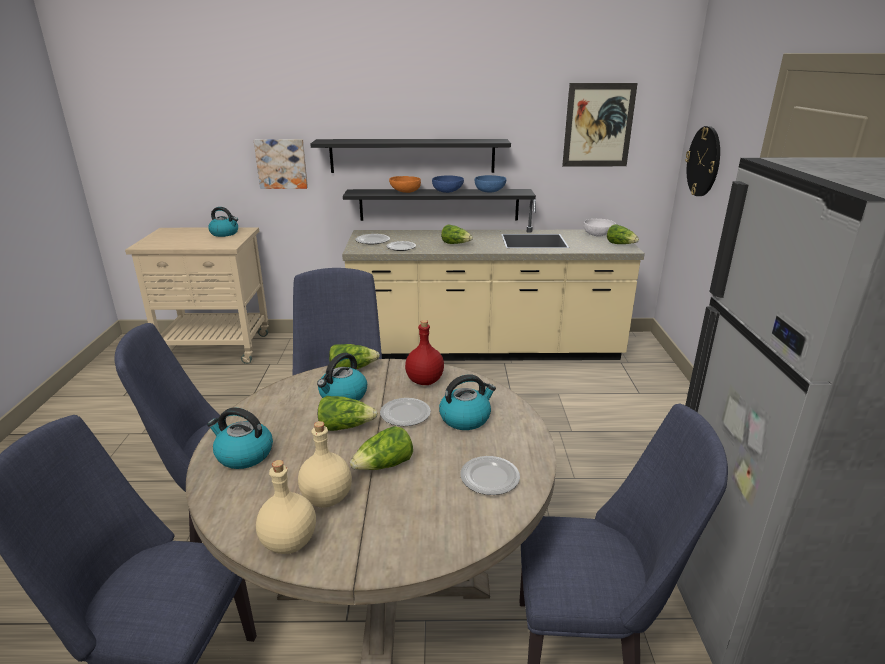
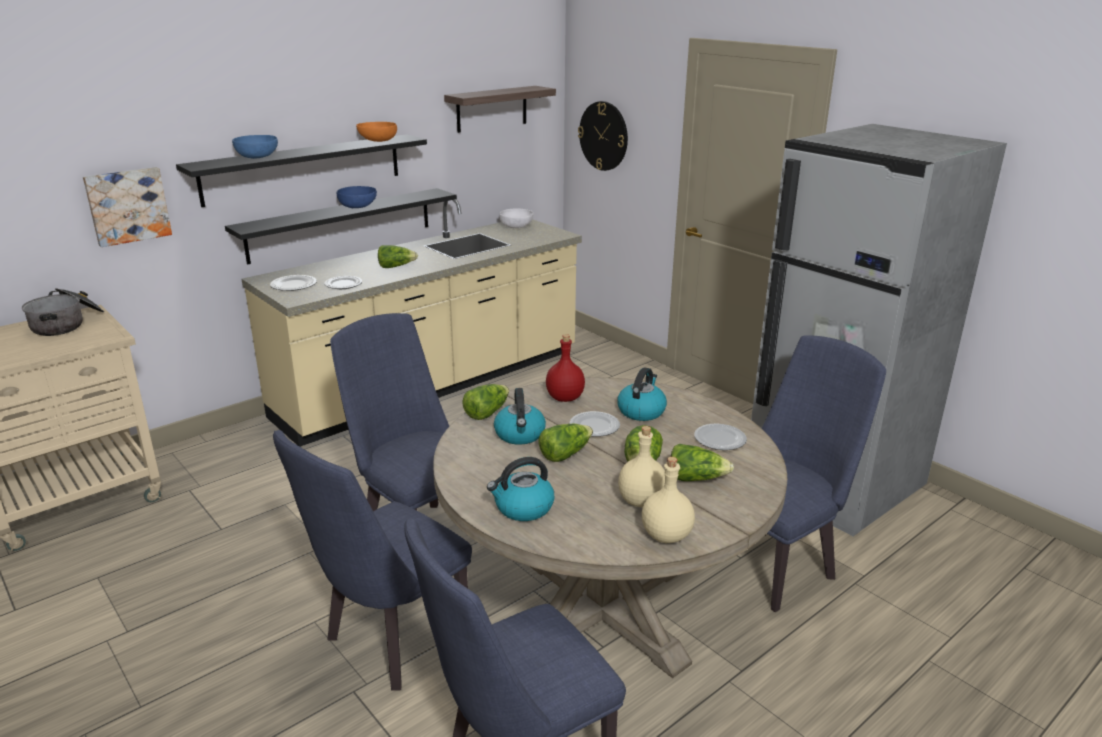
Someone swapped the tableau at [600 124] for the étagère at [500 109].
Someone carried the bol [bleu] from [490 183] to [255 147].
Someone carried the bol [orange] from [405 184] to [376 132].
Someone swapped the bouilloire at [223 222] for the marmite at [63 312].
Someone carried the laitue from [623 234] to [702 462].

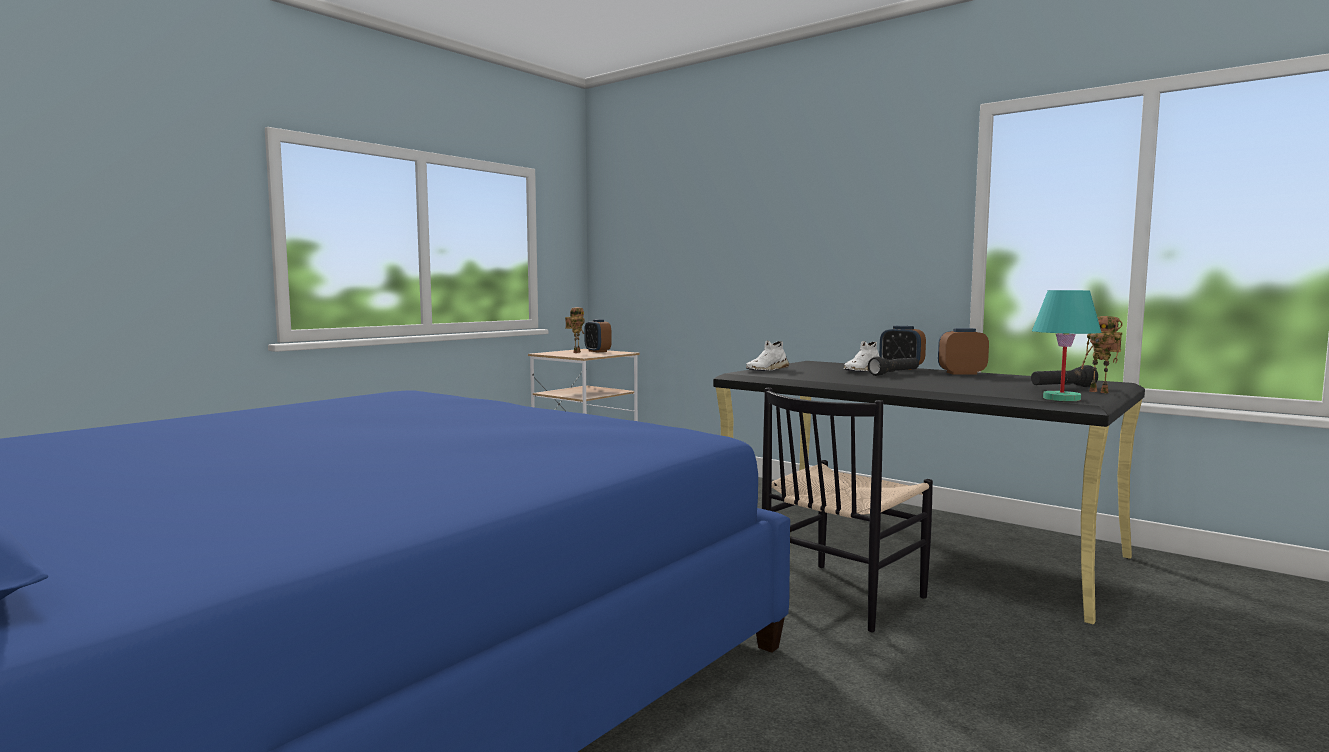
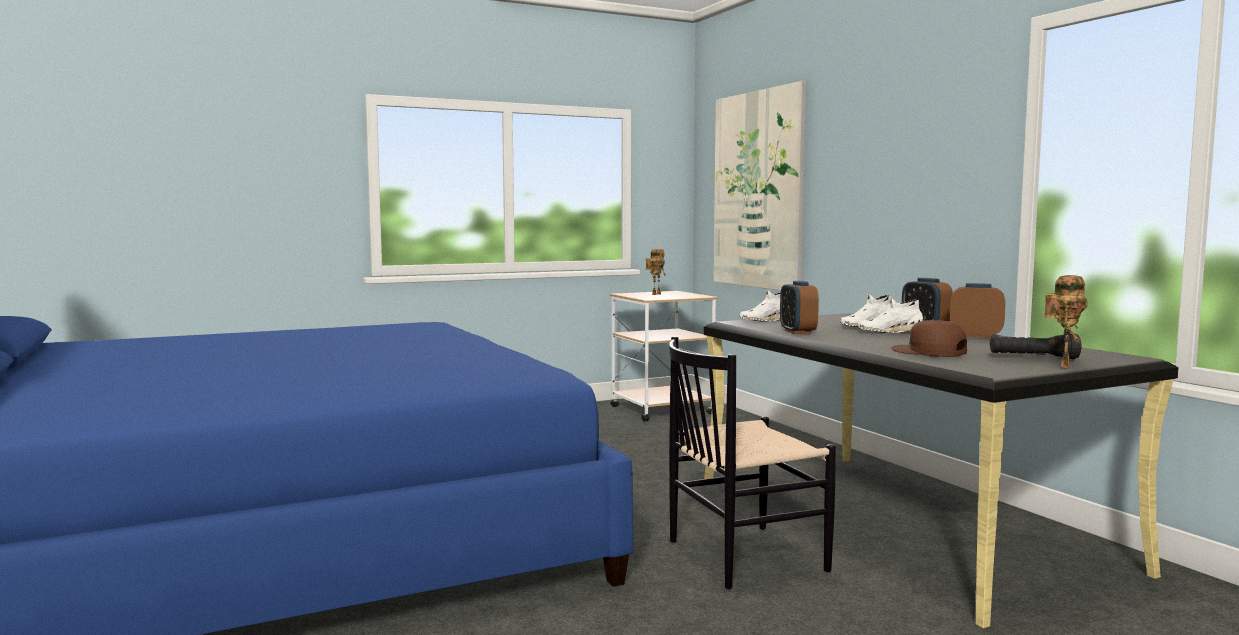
Someone took away the lampe de table [turquoise] at [1067 345].
Someone rotated the robot jouet at [1102 354] by 135 degrees counterclockwise.
Someone carried the réveil from [598 335] to [799 307].
Someone swapped the lampe de poche [noir] at [893 366] for the chaussure [blanc] at [891 315].
Someone put up the tableau at [760 185].
Someone put down the casquette [marron] at [929 338].

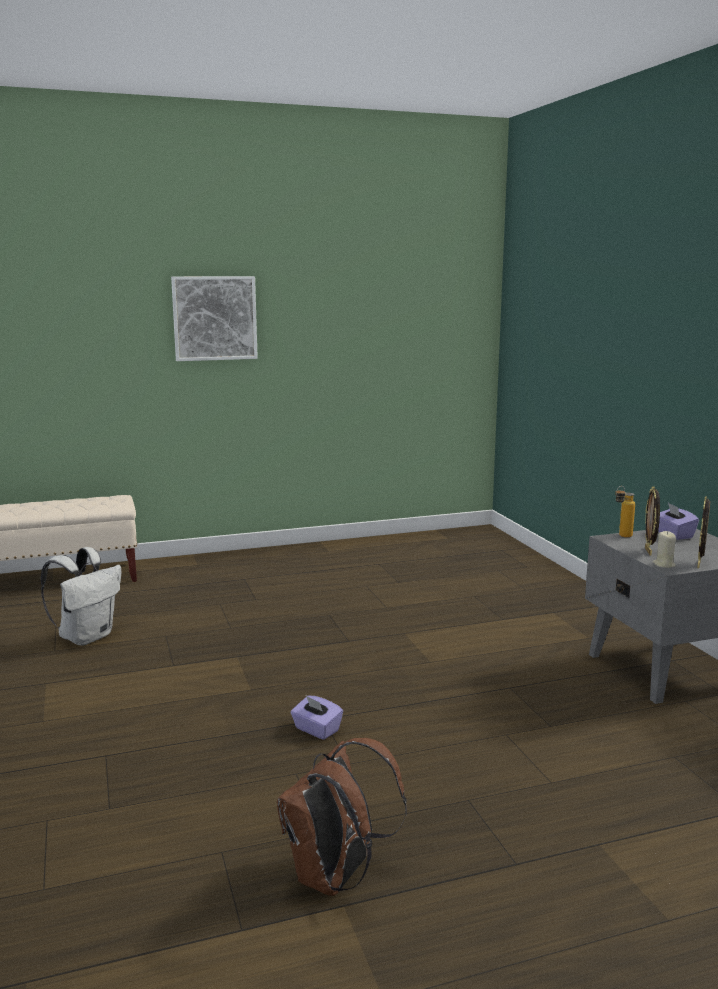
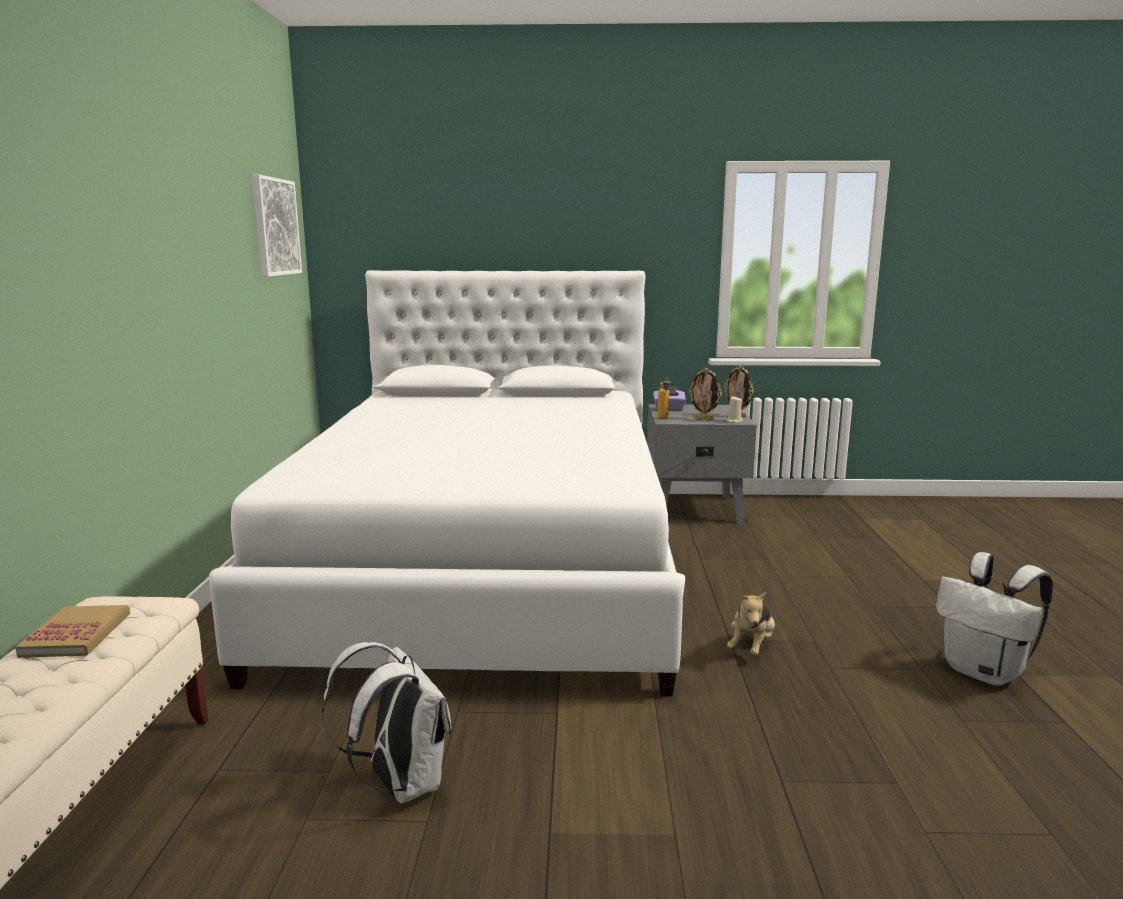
Someone carried the tableau from [214 318] to [277 225].
Someone swapped the boîte à mouchoirs [violet] at [316 718] for the peluche at [751 624].
Someone repainted the sac à dos [marron] at [342 817], which became the sac à dos [blanc] at [994 619].
Someone put down the lit [blanc] at [447 483].
Someone put down the livre at [72 631].

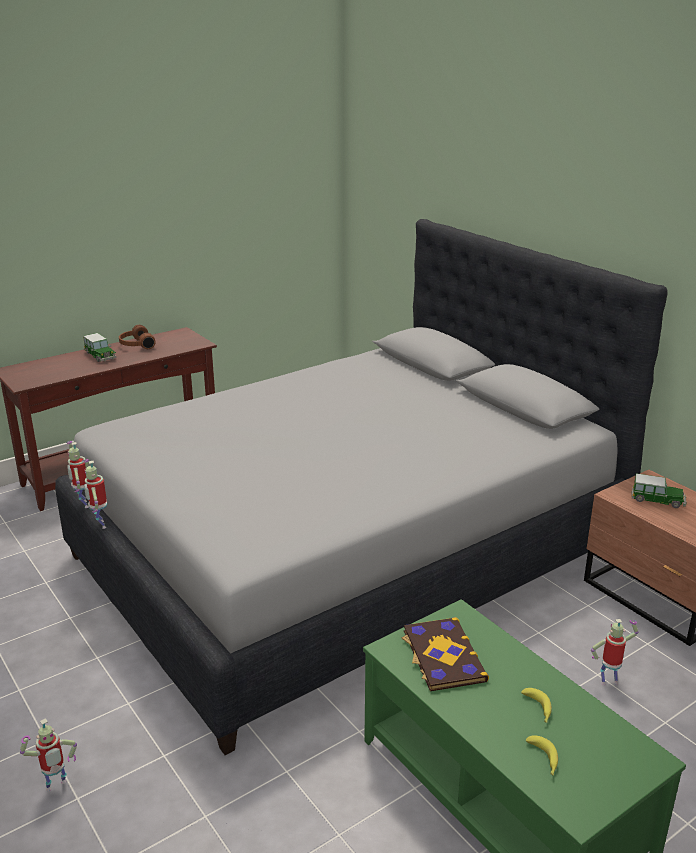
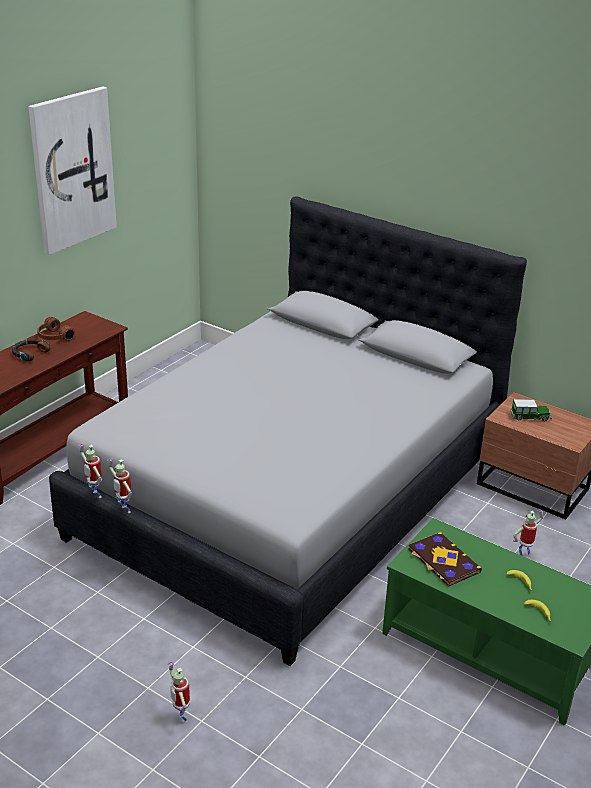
Someone swapped the petite voiture at [100 347] for the casque audio at [31 350].
Someone rotated the robot jouet at [48 754] by 120 degrees clockwise.
Someone put up the tableau at [72 170].

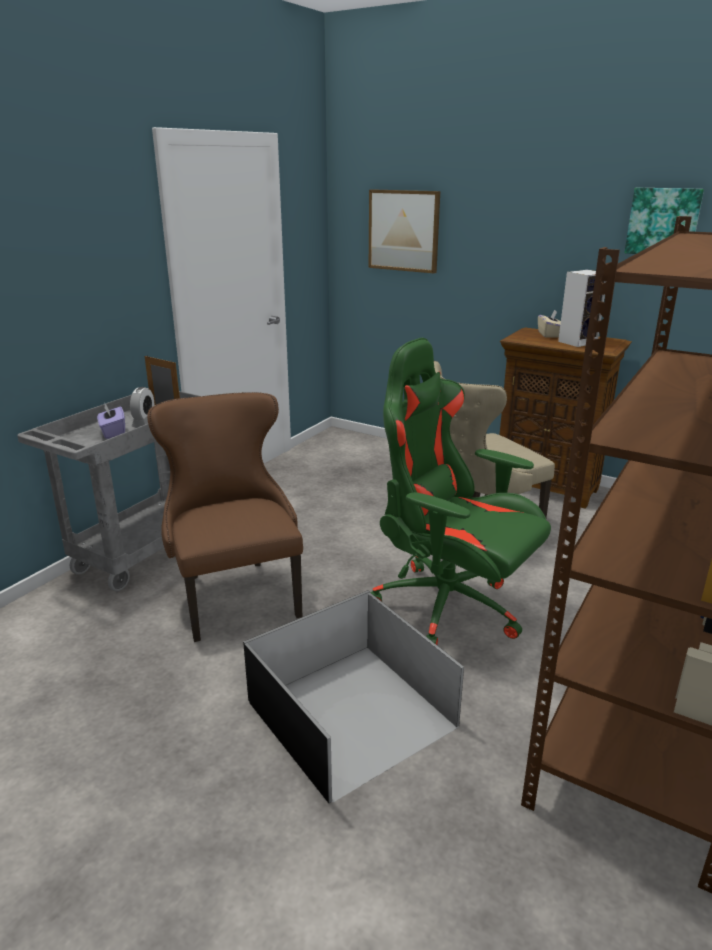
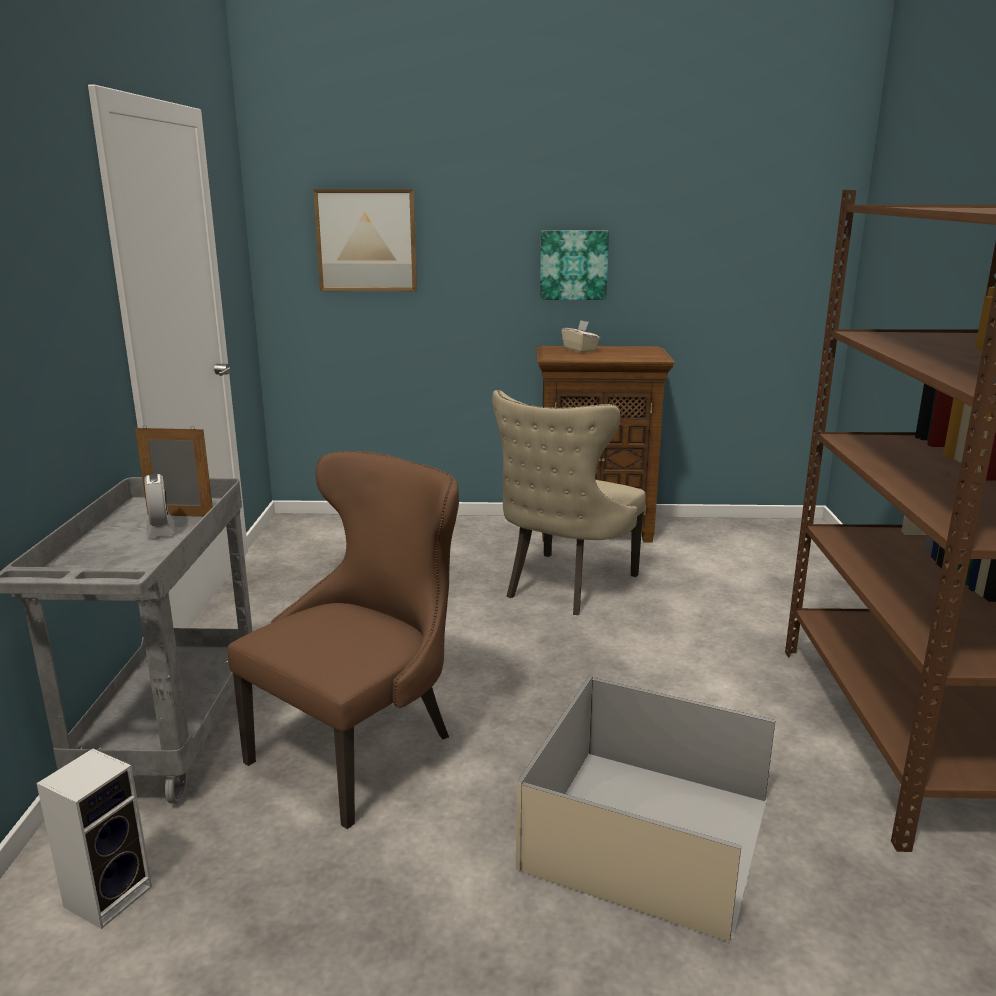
Someone carried the tableau from [664 221] to [574 265].
Someone carried the enceinte from [582 308] to [94 839].
Someone took away the chaise de bureau [vert] at [460 491].
Someone rotated the chaise [marron] at [225 517] by 90 degrees clockwise.
Someone took away the boîte à mouchoirs [violet] at [111 421].
Someone repainted the boîte de rangement [noir] at [353 696], which became the boîte de rangement [beige] at [645 809].

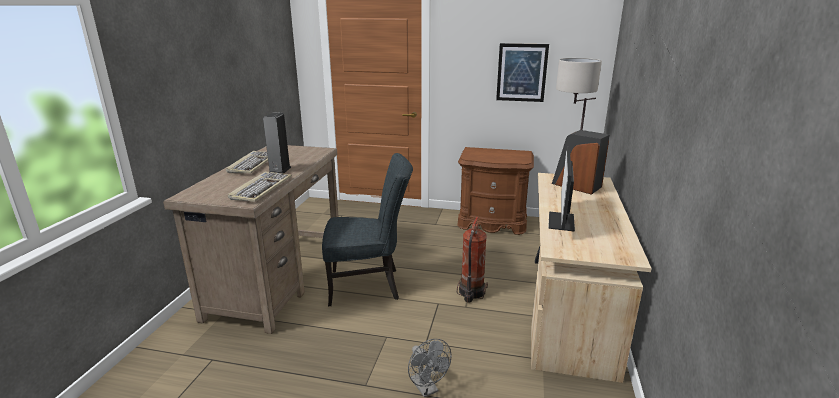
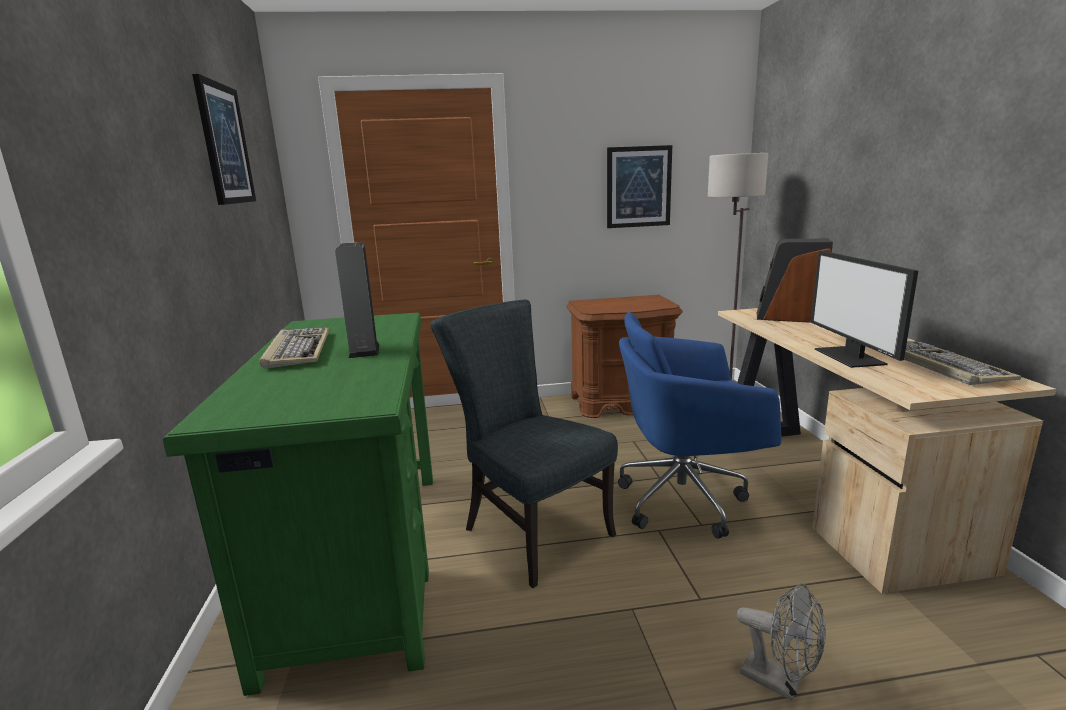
Someone repainted the bureau [marron] at [250 239], which became the bureau [vert] at [298 504].
Someone rotated the chaise [gris] at [367 229] by 105 degrees counterclockwise.
Someone carried the clavier from [260 186] to [962 363].
Someone swapped the extincteur at [472 259] for the chaise de bureau [bleu] at [699 425].
Someone put up the tableau at [224 139].

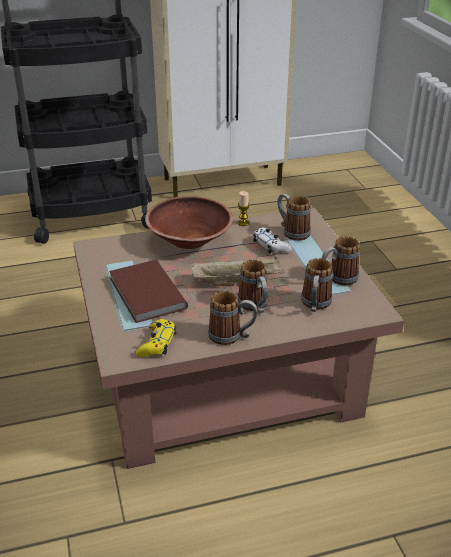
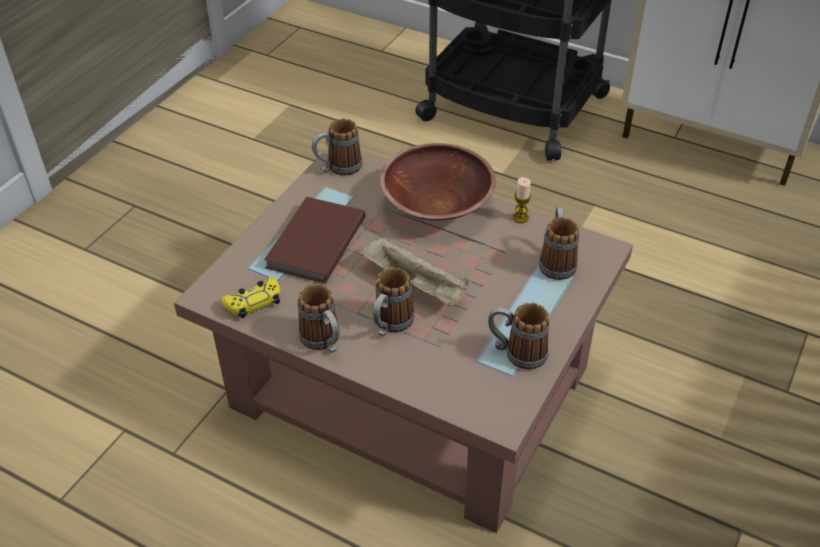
Someone took away the manette [blanc] at [272 240].
Someone carried the mug from [317 285] to [337 147].

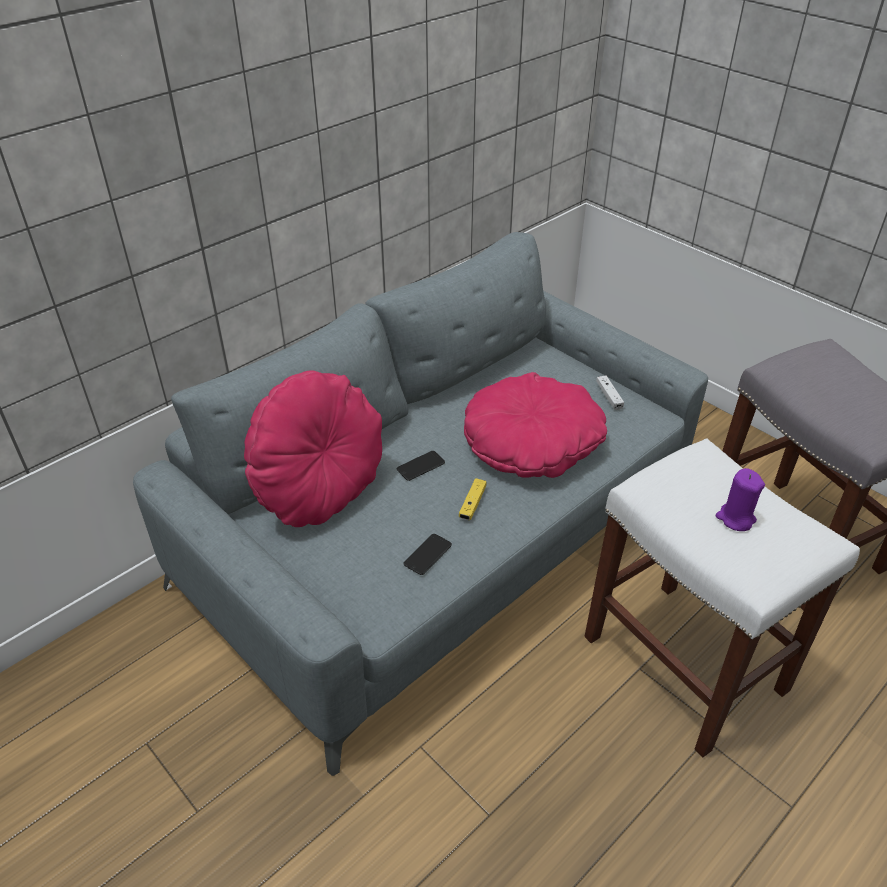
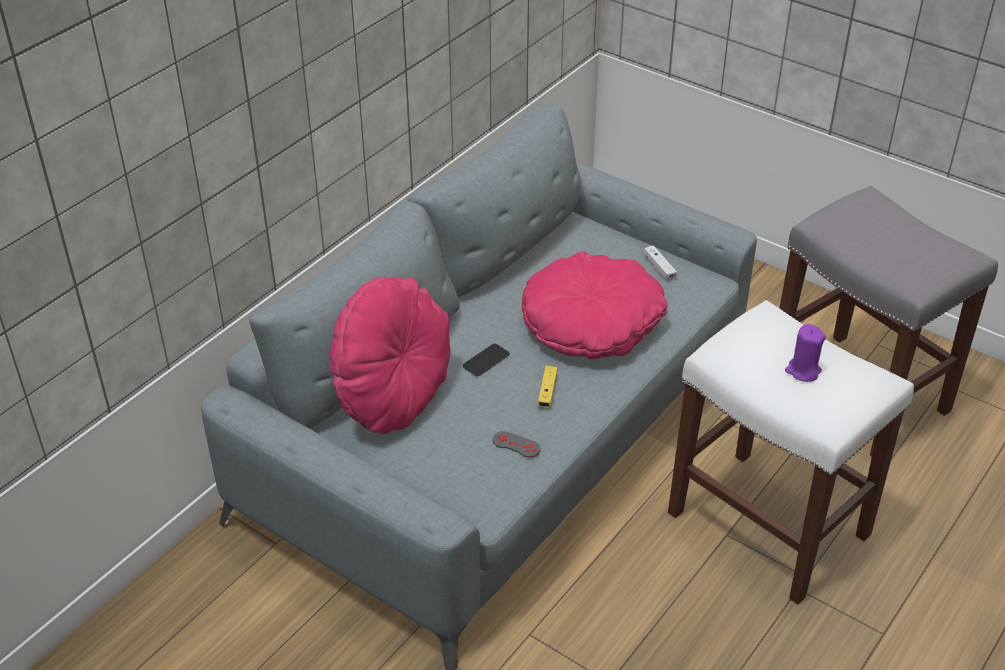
Someone swapped the téléphone at [427 554] for the manette [gris] at [516 444].

